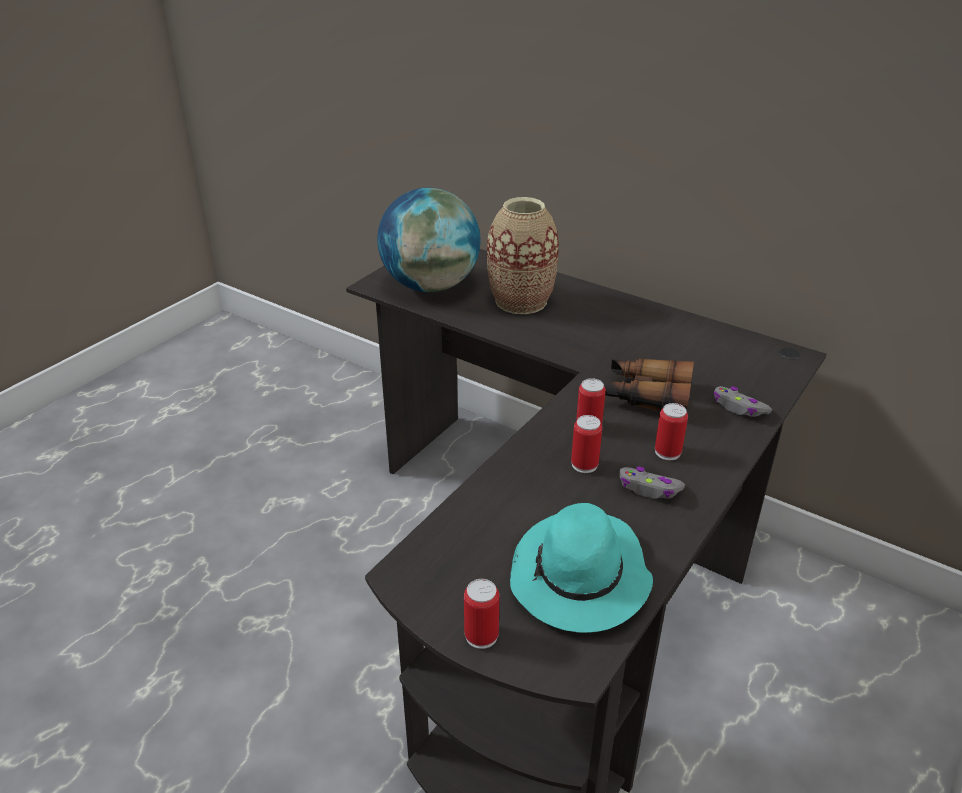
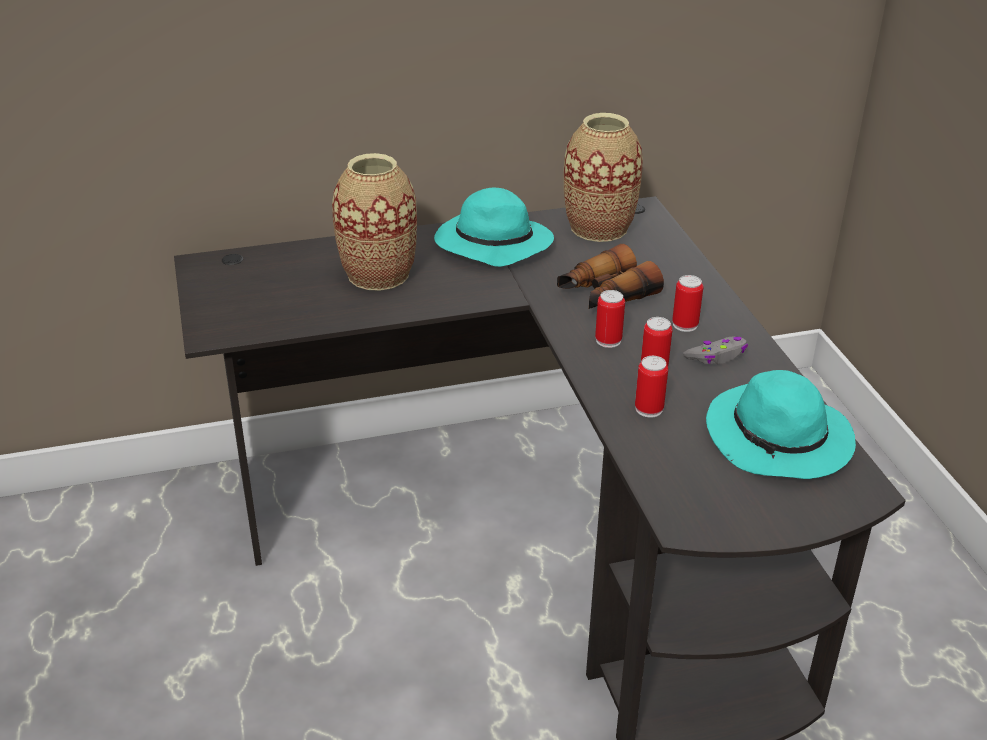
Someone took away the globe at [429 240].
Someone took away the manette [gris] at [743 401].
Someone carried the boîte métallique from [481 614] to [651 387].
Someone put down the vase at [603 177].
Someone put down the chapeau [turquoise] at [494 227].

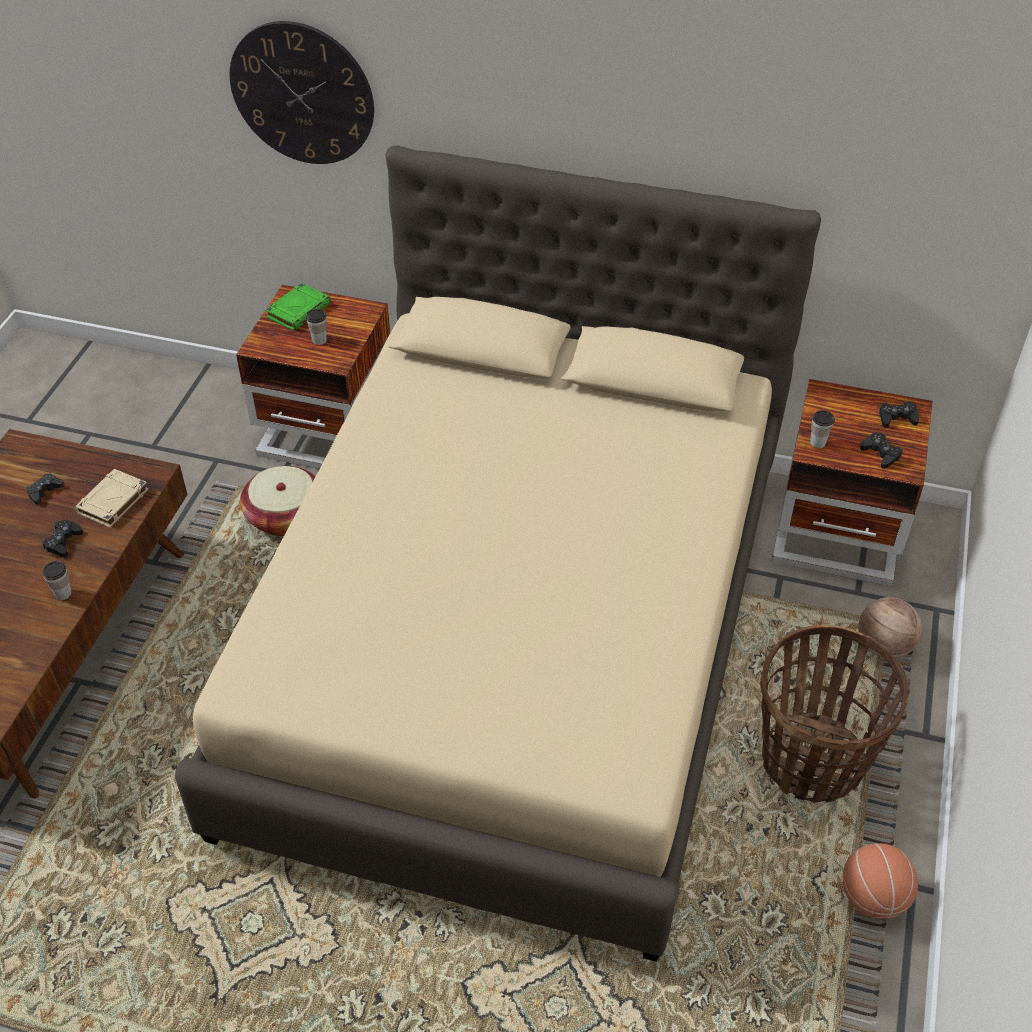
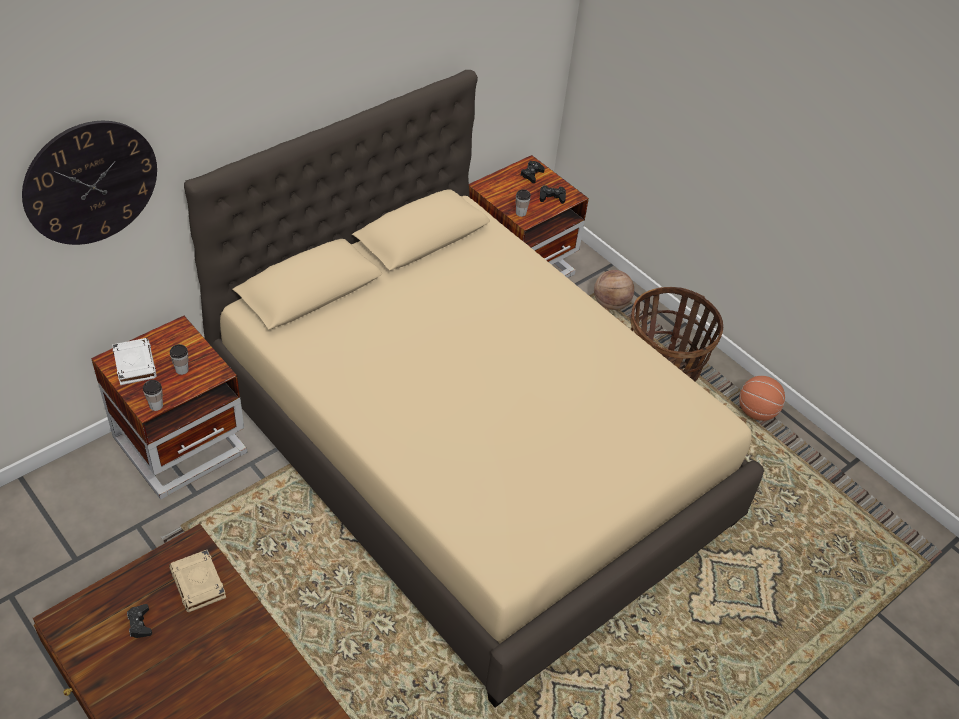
Someone repainted the livre [vert] at [298 307], which became the livre [blanc] at [134 361].
Someone took away the panier at [278 501].
Someone took away the manette [noir] at [62 538].
Someone carried the tasse from [57 580] to [153 395].

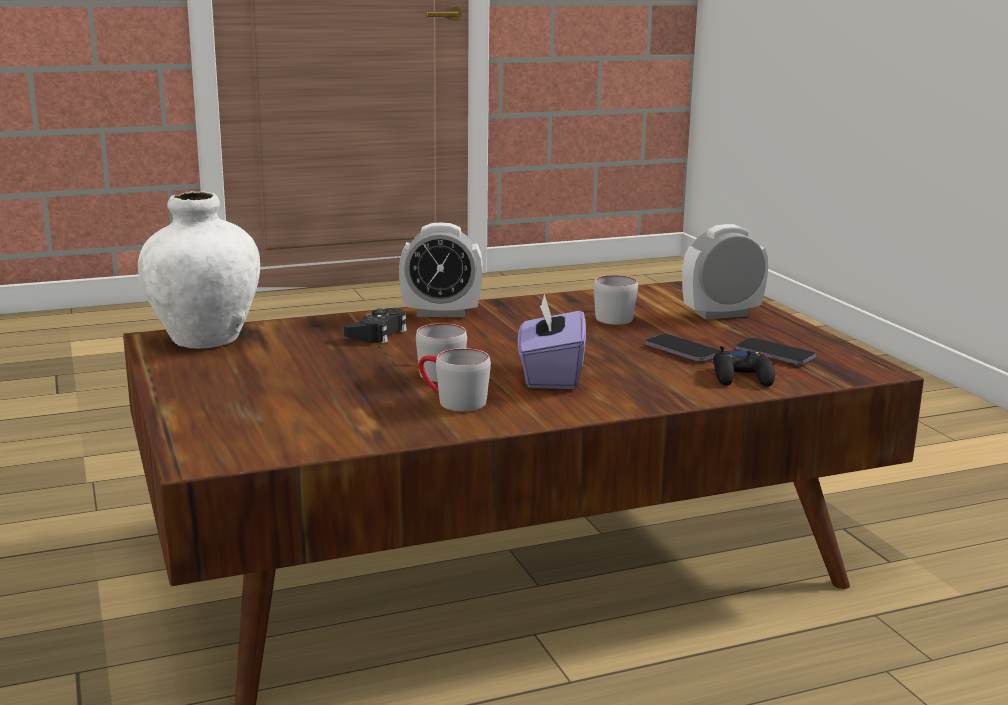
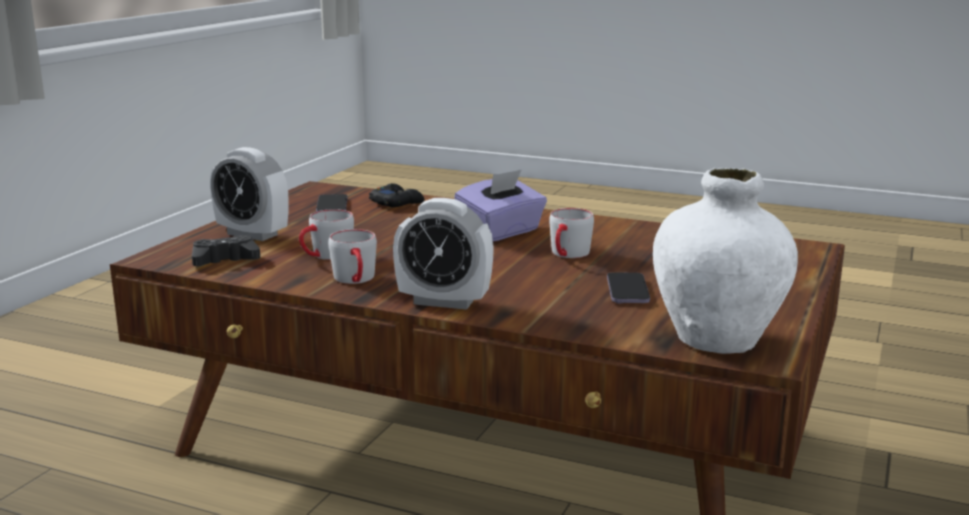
Someone rotated the réveil at [440 270] by 150 degrees clockwise.
Someone carried the manette [noir] from [375 325] to [226 250].
Someone carried the téléphone from [683 347] to [628 288].
Someone carried the mug [gris] from [455 380] to [352 256].

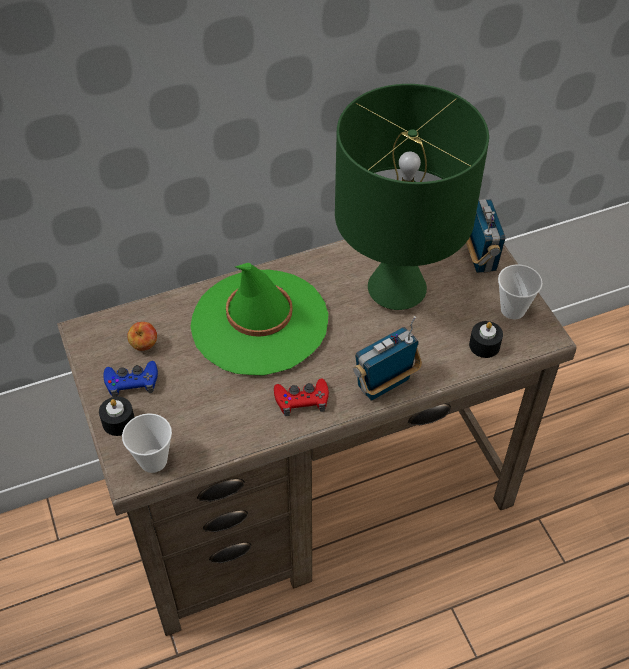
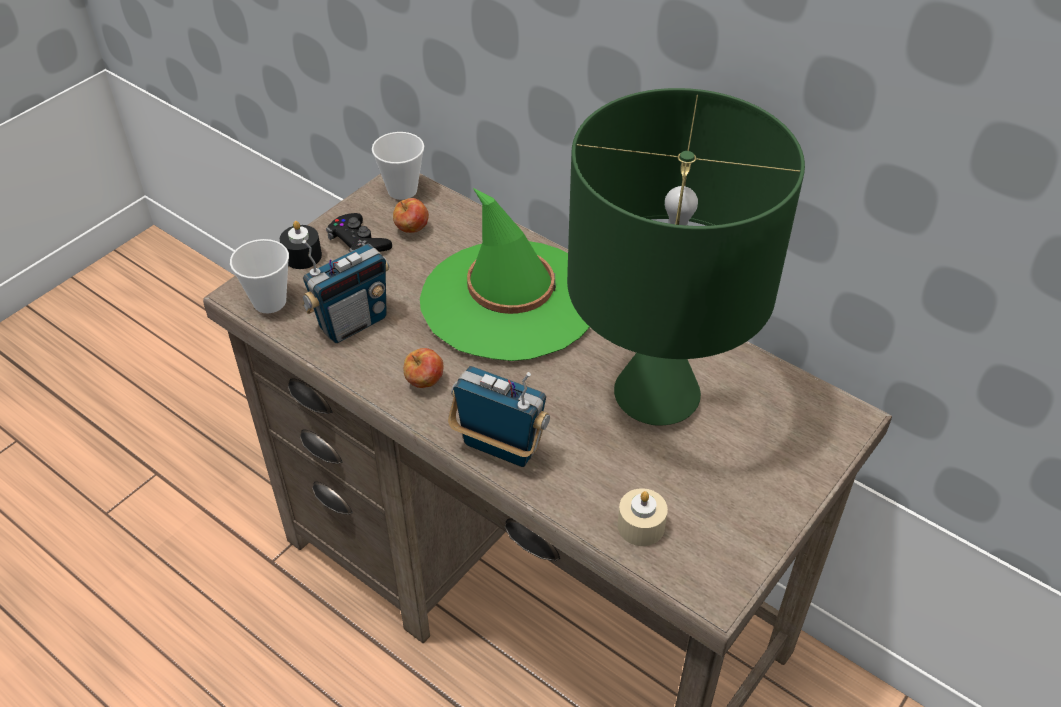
Someone carried the radio from [485 236] to [345 291].
Someone carried the tasse from [520 292] to [398 166].
Someone repainted the bougie [noir] at [486 339], which became the bougie [beige] at [642 517].
Someone repainted the manette [bleu] at [131 379], which became the manette [noir] at [359 232].
Someone swapped the manette [rouge] at [301 397] for the pomme at [423 368].

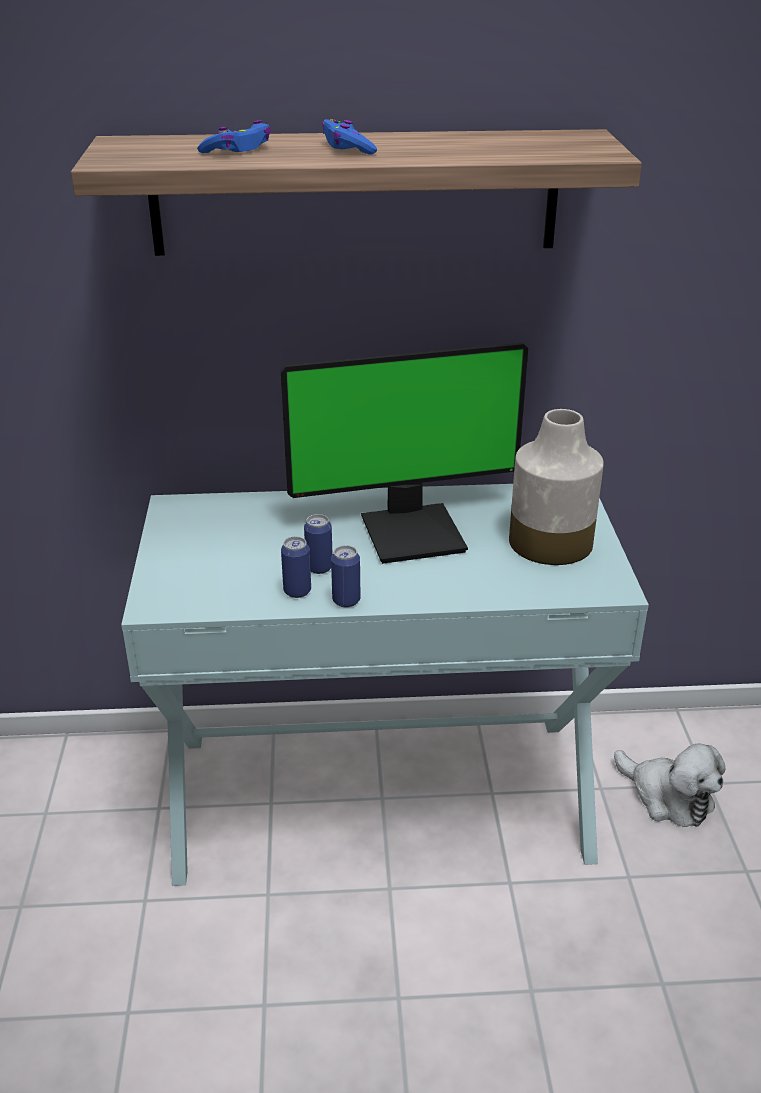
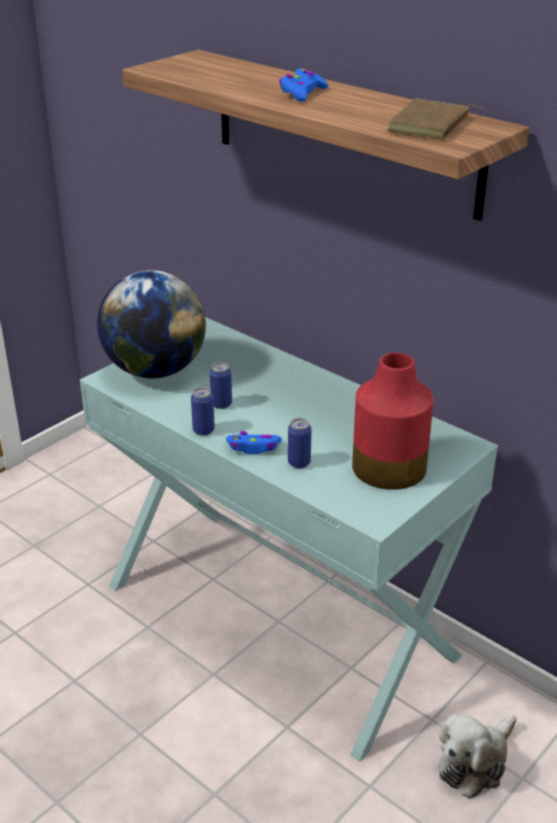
Someone carried the manette [bleu] from [234 136] to [254 442].
Someone took away the écran d'ordinateur at [404 453].
Someone repainted the vase [beige] at [556 487], which became the vase [rouge] at [393 421].
Someone carried the boîte métallique from [296 567] to [299 443].
Someone rotated the peluche at [670 785] by 45 degrees clockwise.
Someone put down the livre [marron] at [436 118].
Someone put down the globe at [151 324].

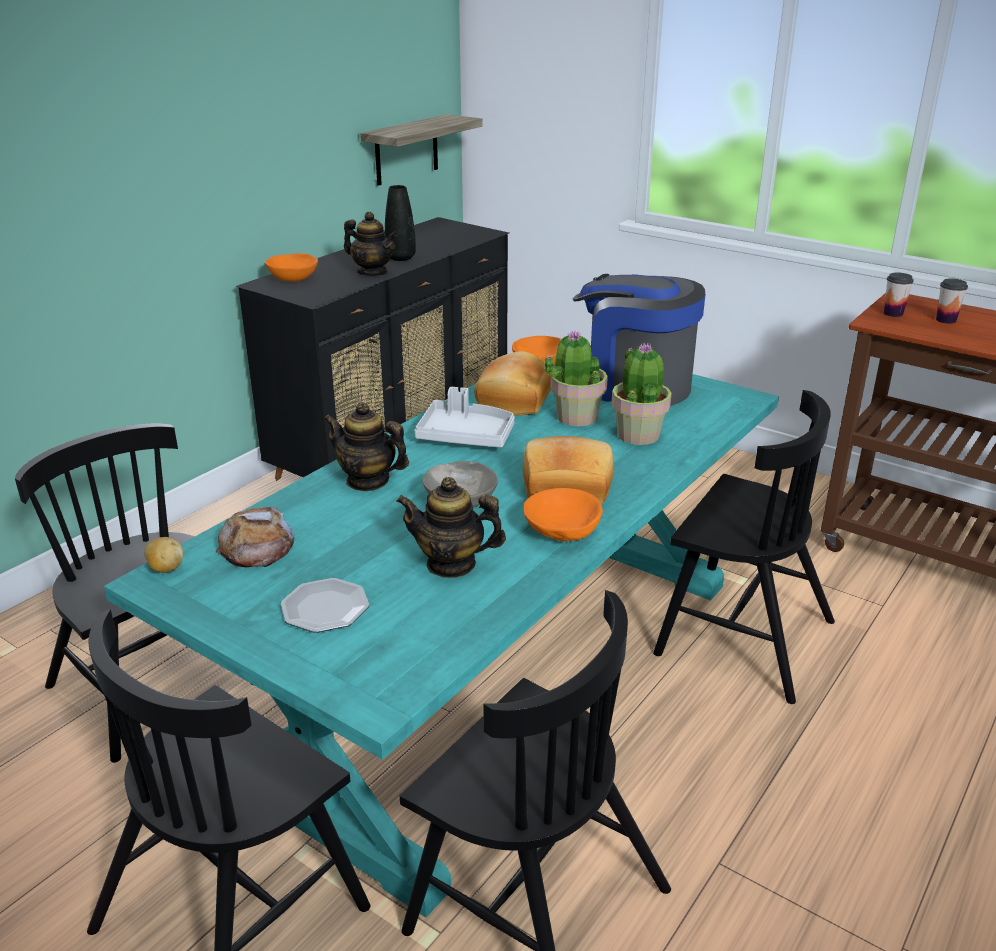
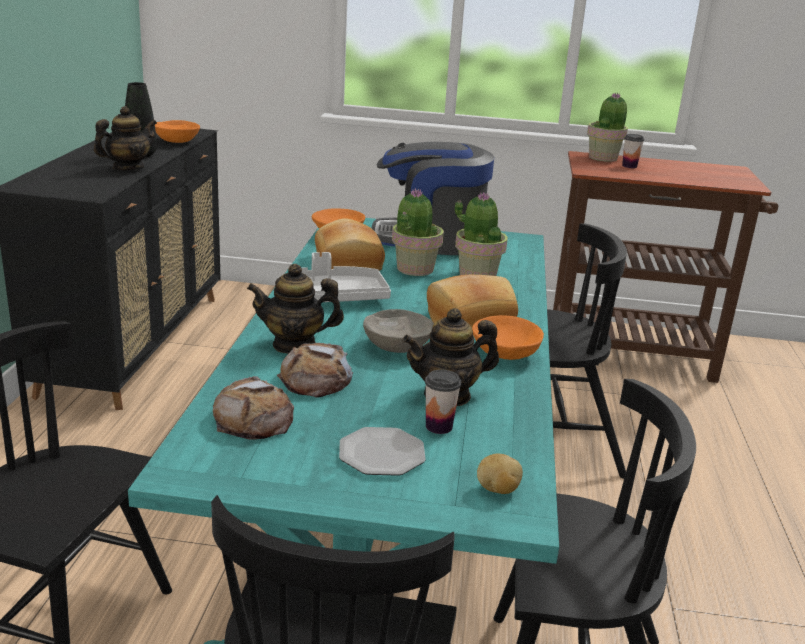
Someone took away the étagère at [421 150].
Someone rotated the théière at [371 244] by 45 degrees counterclockwise.
Someone carried the bol [orange] from [291 267] to [177 131].
Someone carried the tasse from [899 295] to [443 402].
Someone carried the pomme de terre from [163 555] to [500 474].
Someone put down the plante en pot at [607 127].
Someone put down the pain at [315 370].

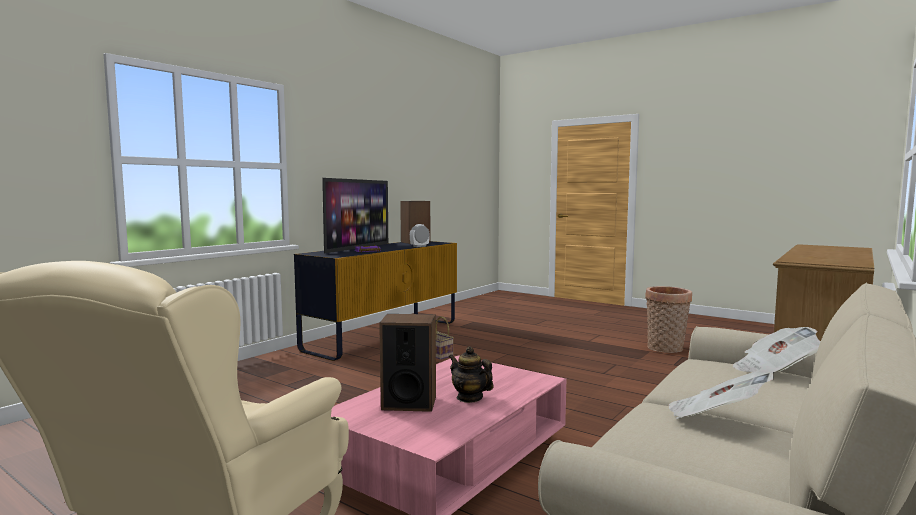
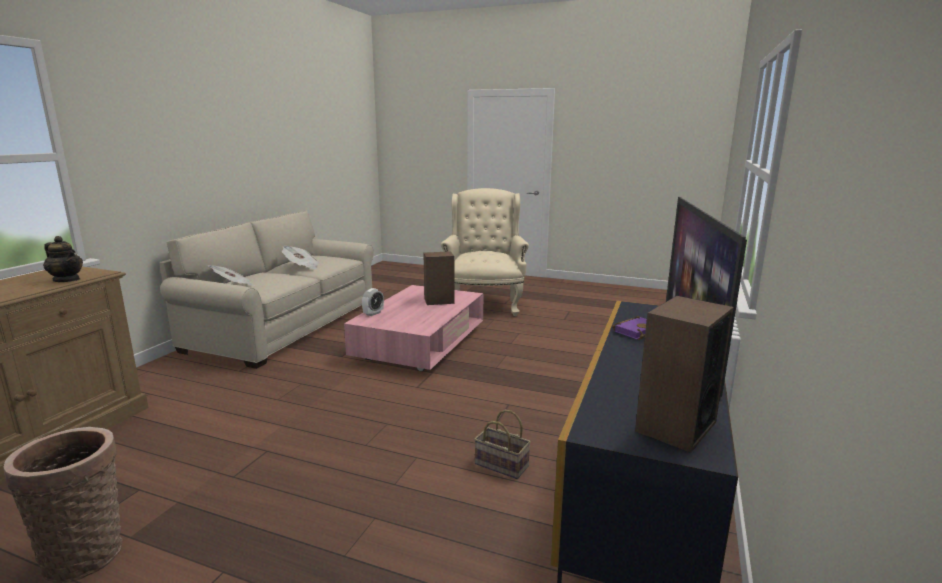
Someone carried the réveil from [420 235] to [373 302].
Someone carried the théière from [471 374] to [63 259].

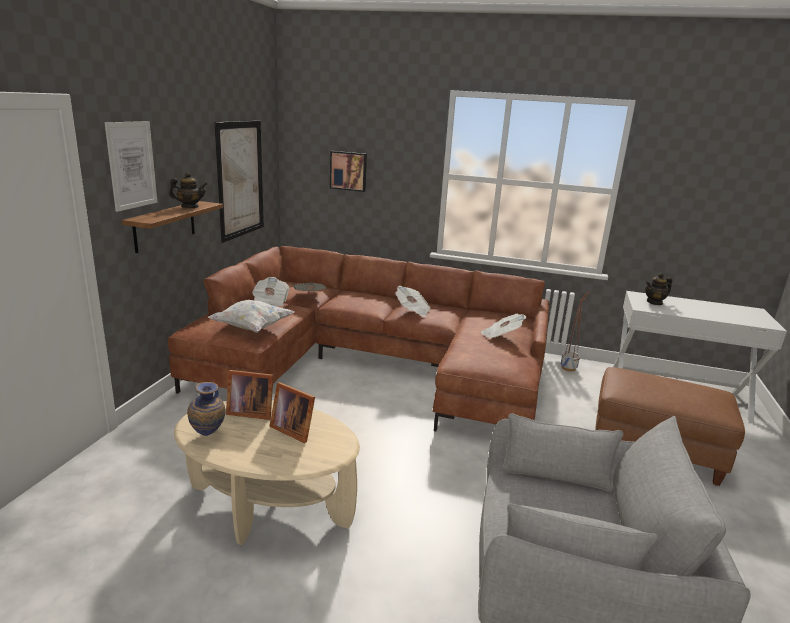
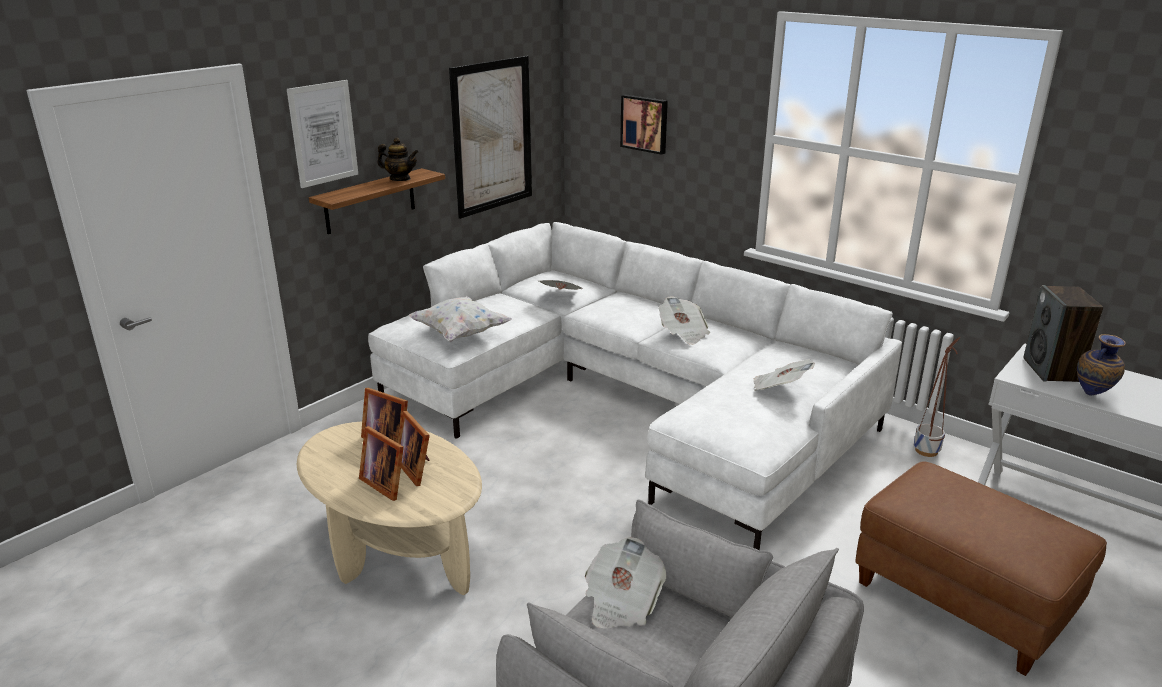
Someone repainted the canapé [marron] at [358 338], which became the canapé [blanc] at [635 386].
Someone swapped the théière at [658 289] for the enceinte at [1063 333].
Someone carried the journal from [271 292] to [625 583].
Someone carried the vase from [206 409] to [1101 364].
Someone put down the cadre photo at [381 463].

